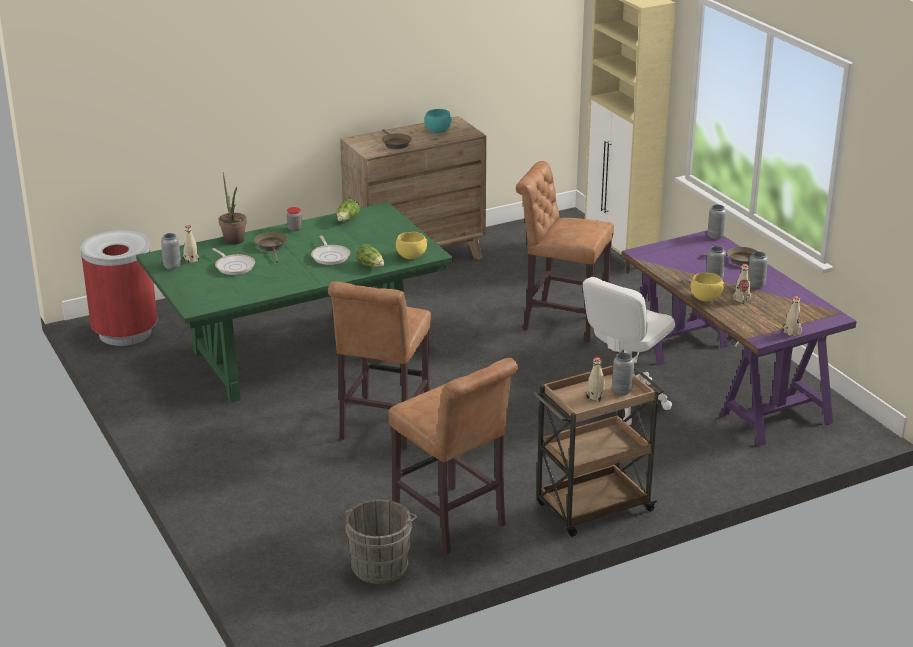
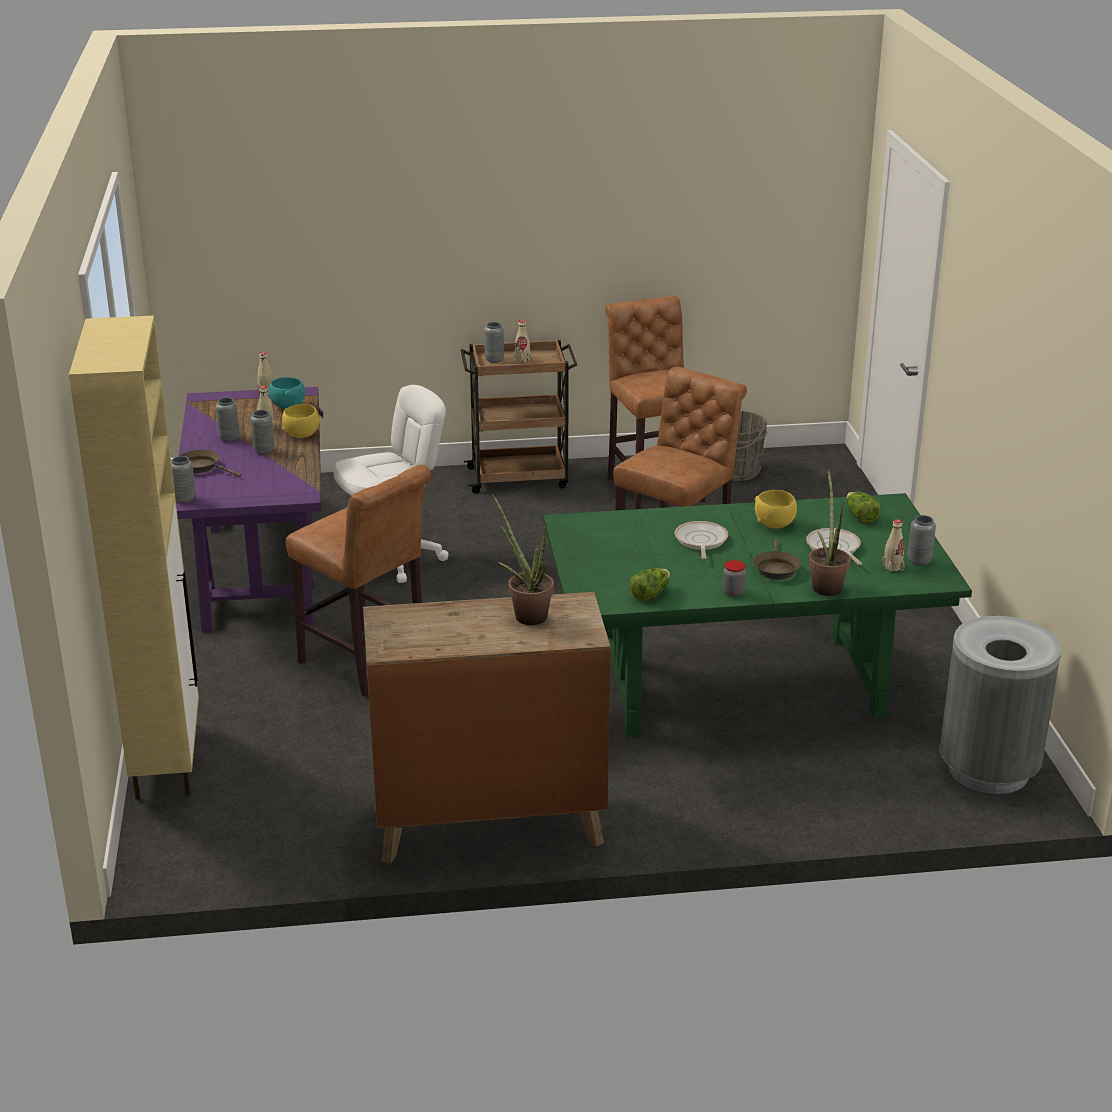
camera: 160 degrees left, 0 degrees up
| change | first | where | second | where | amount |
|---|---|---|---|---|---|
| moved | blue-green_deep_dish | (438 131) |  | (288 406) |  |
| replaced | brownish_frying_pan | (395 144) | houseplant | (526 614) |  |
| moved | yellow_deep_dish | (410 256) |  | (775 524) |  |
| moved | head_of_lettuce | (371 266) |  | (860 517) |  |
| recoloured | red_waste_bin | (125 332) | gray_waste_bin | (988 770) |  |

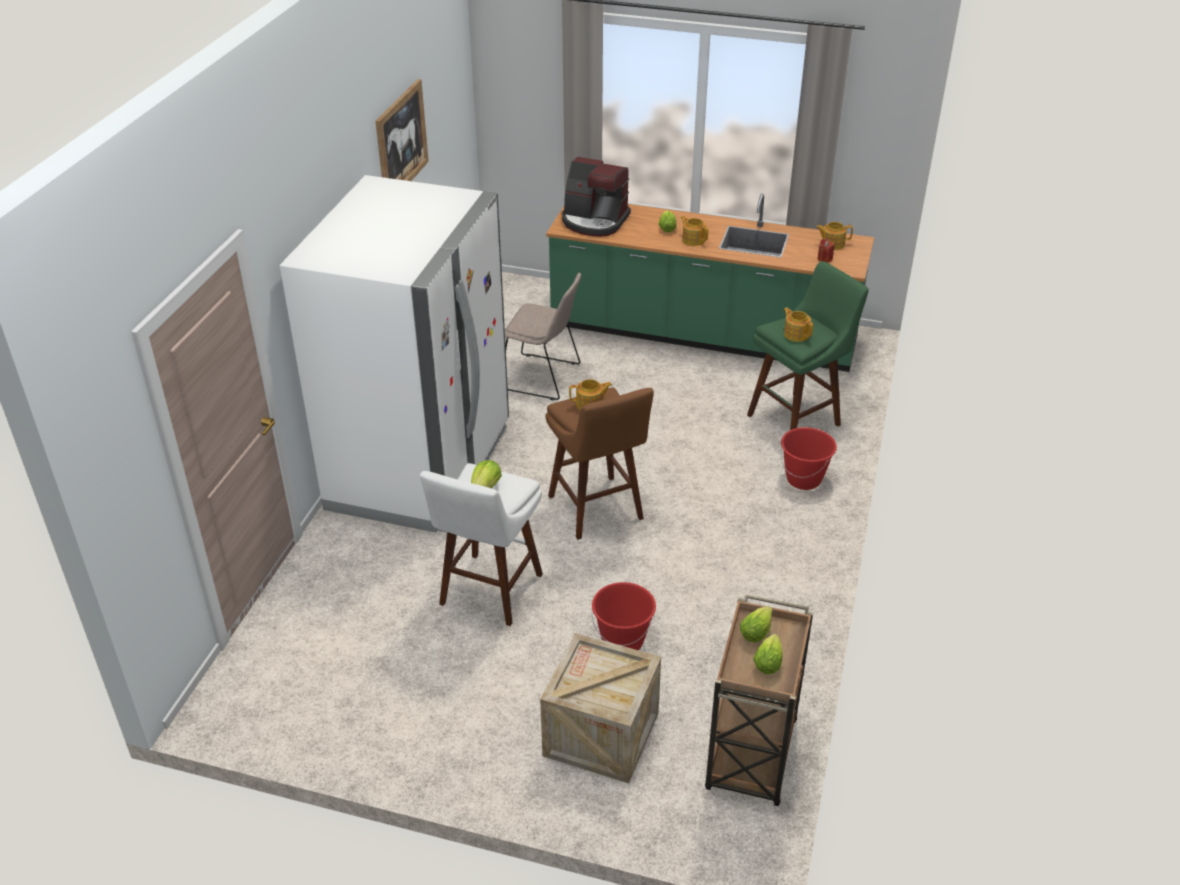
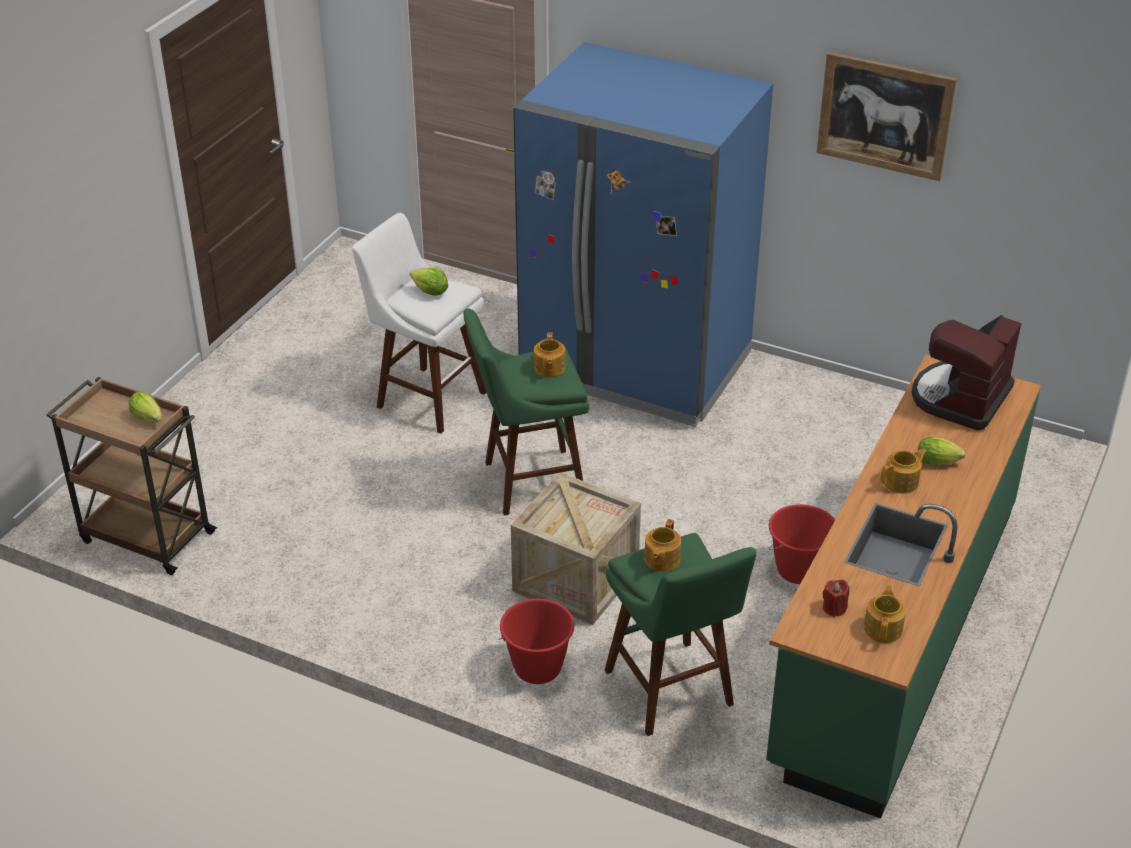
camera: 100 degrees right, 0 degrees up
| change | first | where | second | where | amount |
|---|---|---|---|---|---|
| recoloured | brownish_sitting_stool | (598 511) | greenish_sitting_stool | (527 482) |  |
| moved | packing_crate | (601 734) |  | (575 580) |  |
| recoloured | whitish_kitchen_fridge | (421 467) | blue-coloured_kitchen_fridge | (636 366) |  |
| turned | pot_for_tea | (796 334) |  | (661 559) | 135 degrees clockwise |
| moved | red_water_bucket | (623 641) |  | (799 570) |  |
| removed | beige_plain_chair | (544 377) |  |  |  |
| removed | head_of_lettuce | (768 661) |  |  |  |

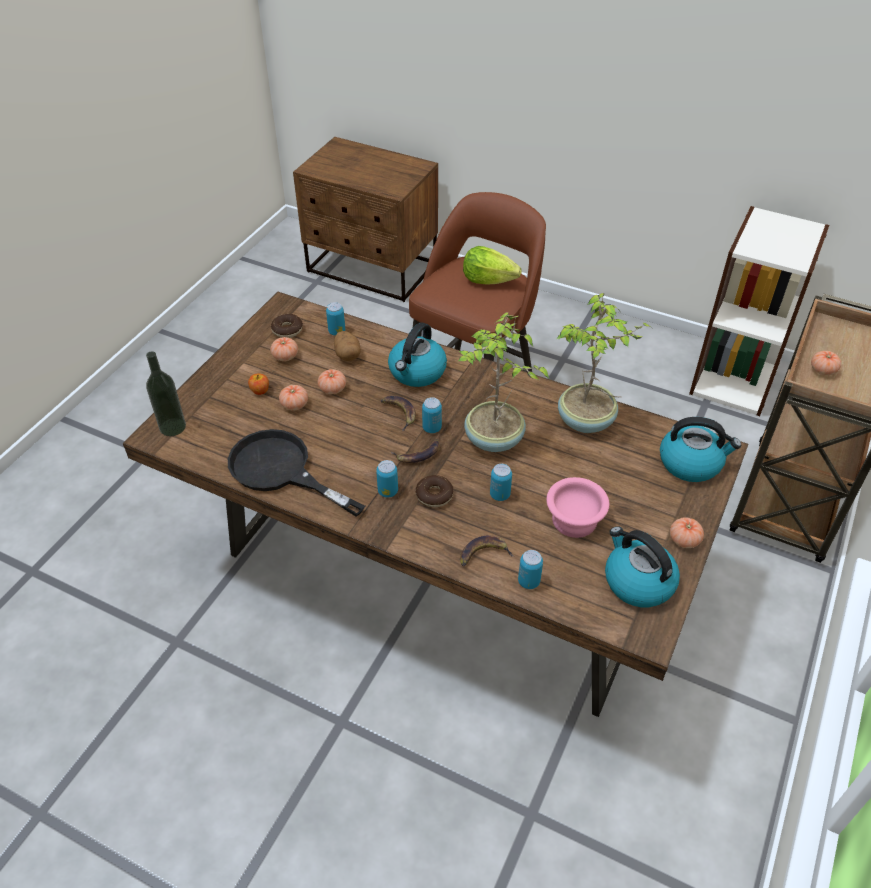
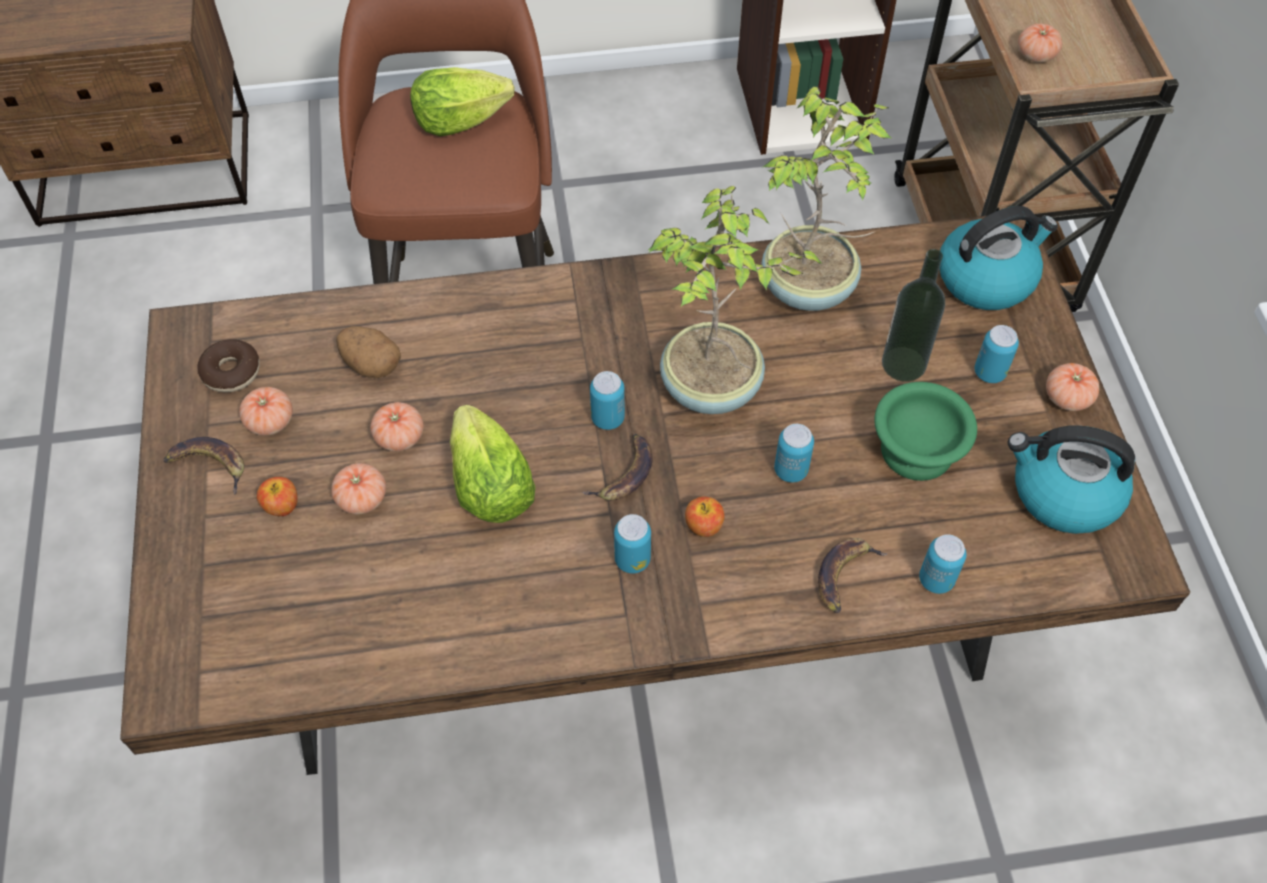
camera: 35 degrees left, 10 degrees up
| change | first | where | second | where | amount |
|---|---|---|---|---|---|
| moved | banana_fruit | (399 413) |  | (208 465) |  |
| added |  |  | head_of_lettuce | (490 487) |  |
| replaced | donut | (434 495) | whole_apple | (703 526) |  |
| recoloured | pink-coloured_deep_dish | (574 522) | greenish_deep_dish | (918 453) |  |
| moved | drink_bottle | (172 427) |  | (903 364) |  |
| moved | metal_can | (337 331) |  | (989 372) |  |
| removed | blackish_frying_pan | (281 471) |  |  |  |
| removed | tea_kettle | (417 372) |  |  |  |

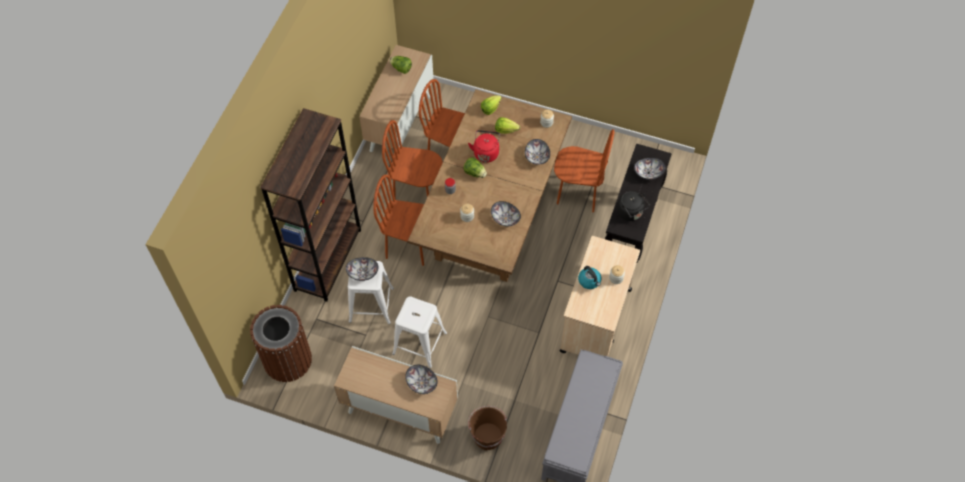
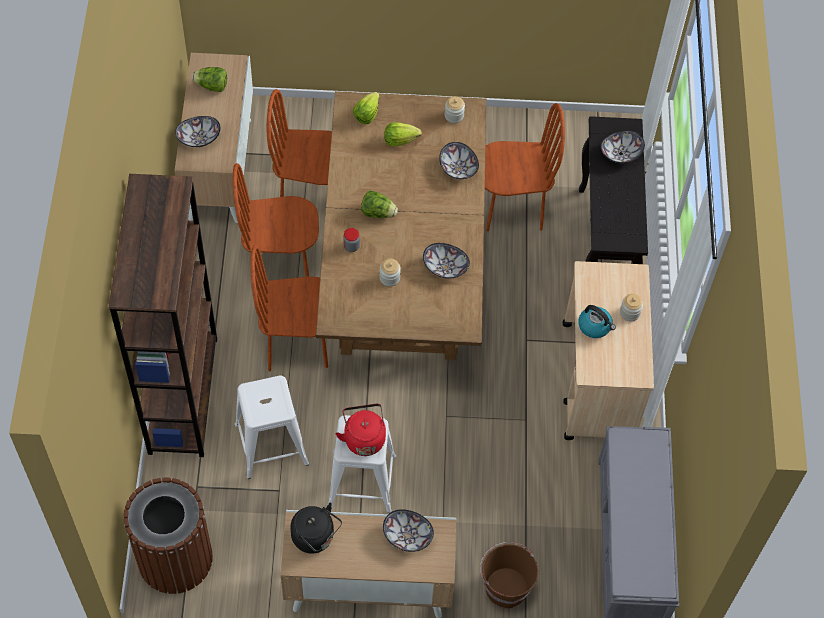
camera: 20 degrees left, 0 degrees up
| change | first | where | second | where | amount |
|---|---|---|---|---|---|
| moved | deep_dish | (363 272) |  | (199 138) |  |
| moved | blackish_tea_kettle | (631 213) |  | (315 537) |  |
| moved | red_tea_kettle | (486 152) |  | (363 437) |  |

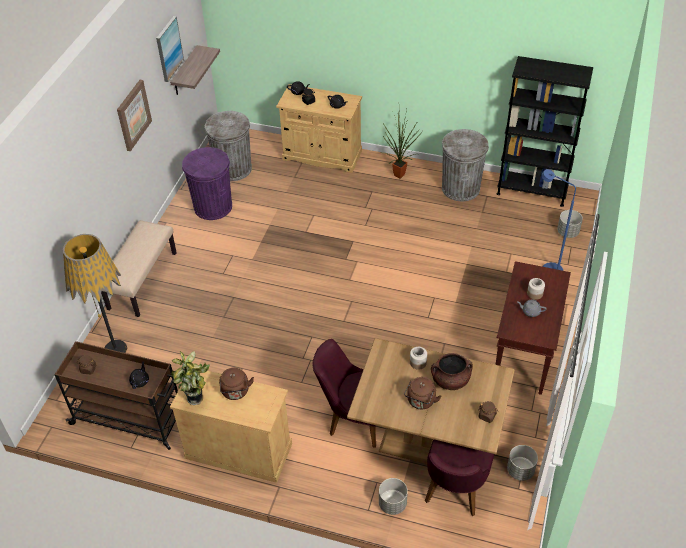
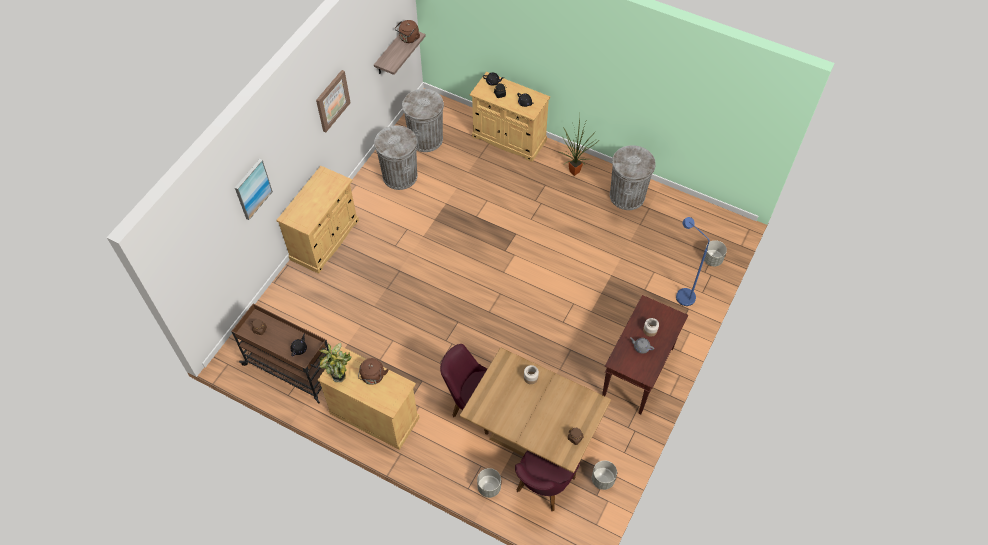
camera: 10 degrees right, 10 degrees up
| change | first | where | second | where | amount |
|---|---|---|---|---|---|
| moved | picture | (169 49) |  | (252 189) |  |
| replaced | beige_indoor_bench | (142 280) | beige_cabinet | (325 240) |  |
| recoloured | purple-coloured_waste_bin | (213 206) | gray_waste_bin | (400 176) |  |
| moved | brownish_tea_kettle | (420 402) |  | (408 39) |  |
| removed | floor_lamp | (115 349) |  |  |  |
| removed | brownish_stockpot | (450 380) |  |  |  |
| removed | blackish_shelving_unit | (532 191) |  |  |  |

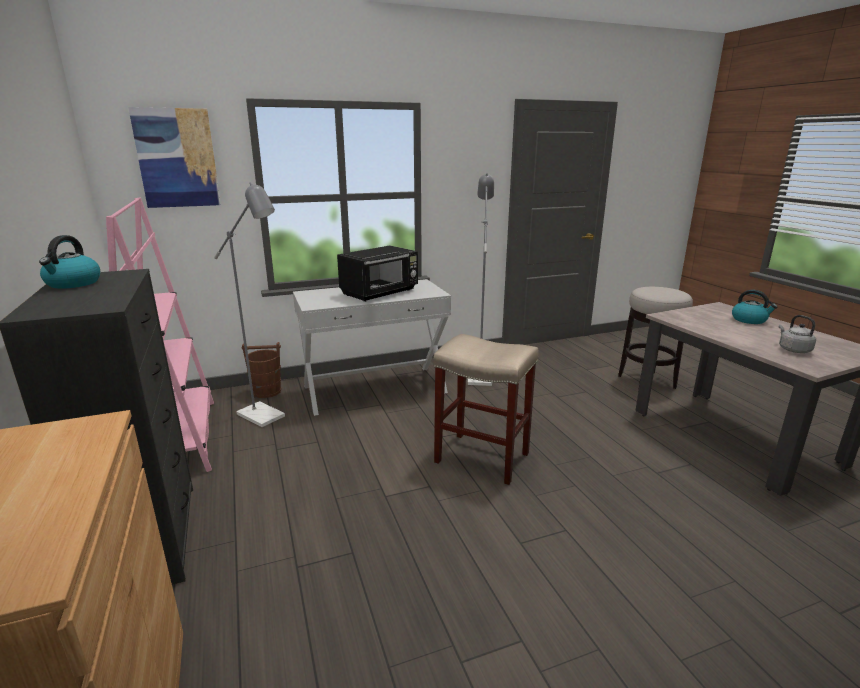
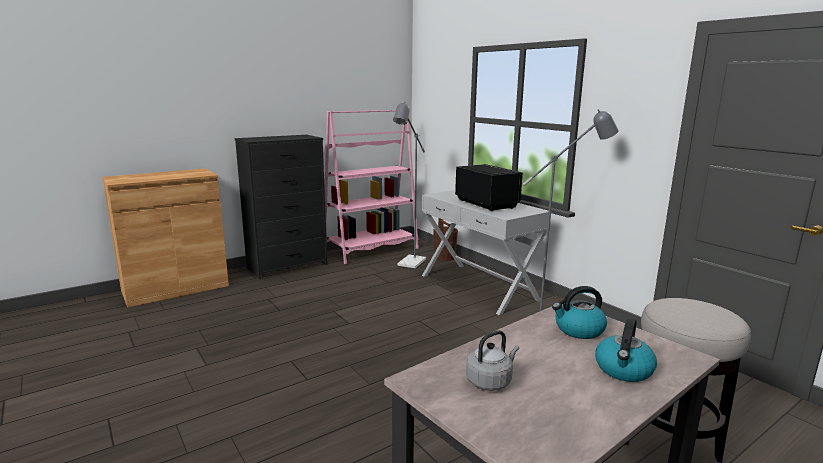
camera: 75 degrees right, 5 degrees down
| change | first | where | second | where | amount |
|---|---|---|---|---|---|
| turned | blackish_microwave | (380 292) |  | (486 204) | 150 degrees counterclockwise |
| moved | tea_kettle | (73 283) |  | (578 330) |  |
| removed | picture | (177 158) |  |  |  |
| removed | beige_sitting_stool | (480 458) |  |  |  |

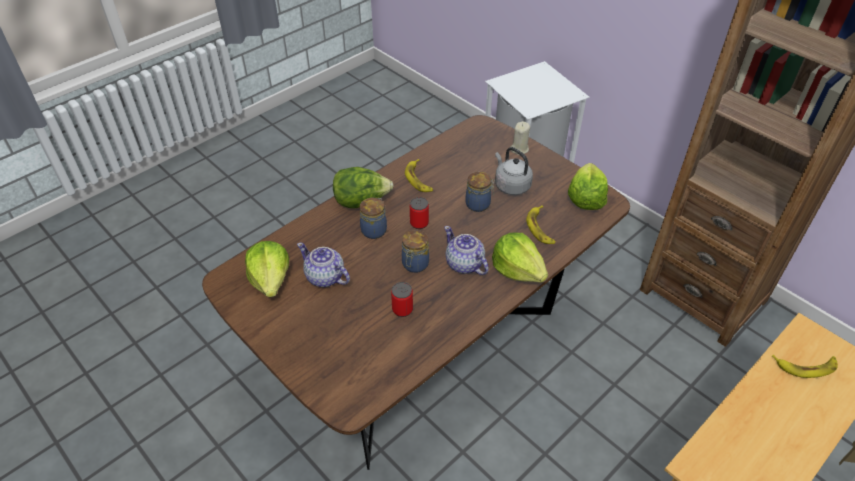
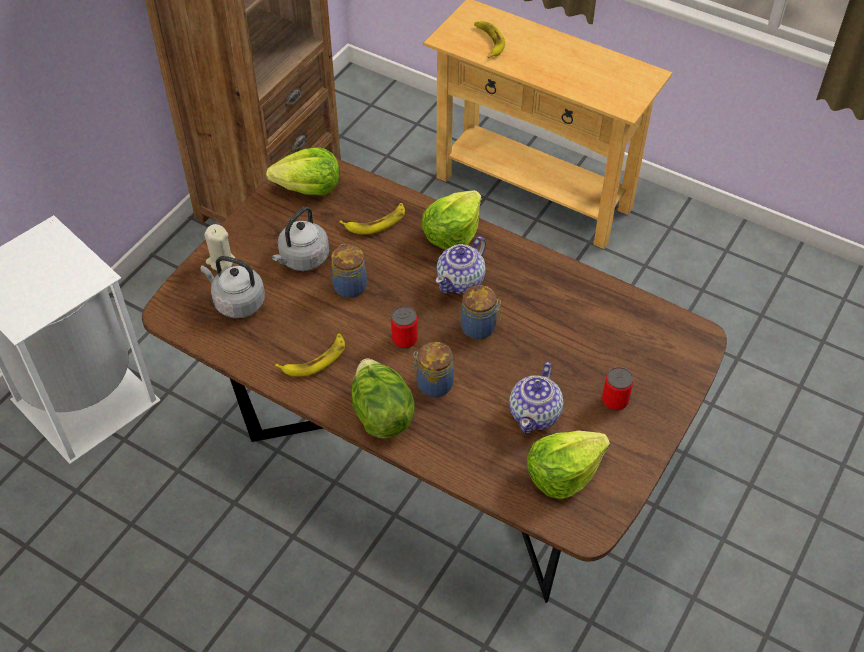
camera: 105 degrees left, 5 degrees up
| change | first | where | second | where | amount |
|---|---|---|---|---|---|
| added |  |  | gray_tea_kettle | (237 302) |  |
| moved | metal_can | (402 309) |  | (614 401) |  |

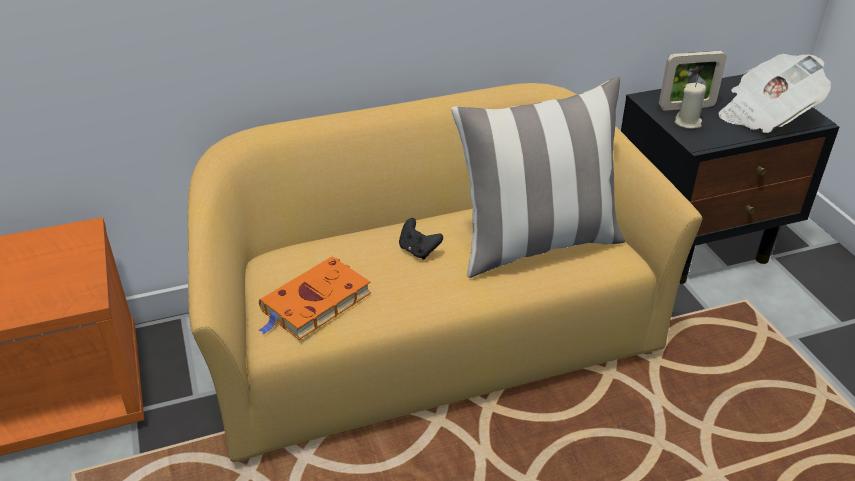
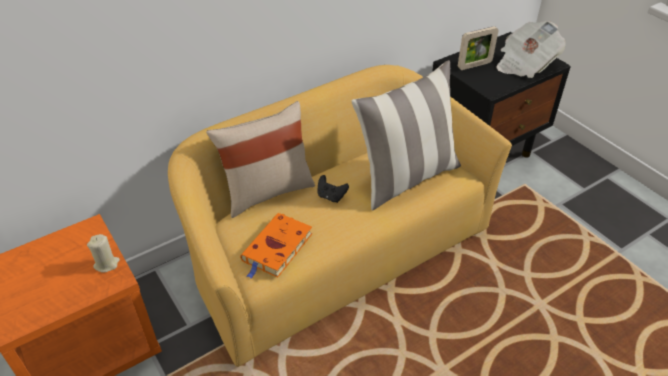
camera: 15 degrees left, 5 degrees up
| change | first | where | second | where | amount |
|---|---|---|---|---|---|
| moved | beige_candle | (688 123) |  | (106 264) |  |
| added |  |  | beige_throw_pillow | (267 191) |  |

